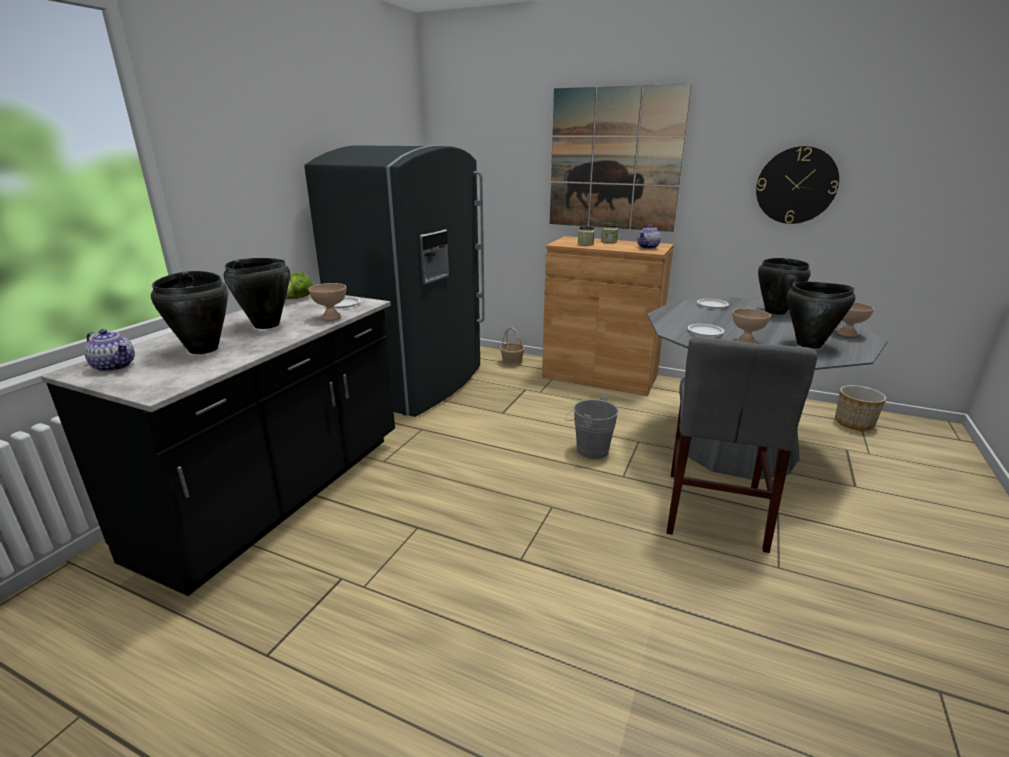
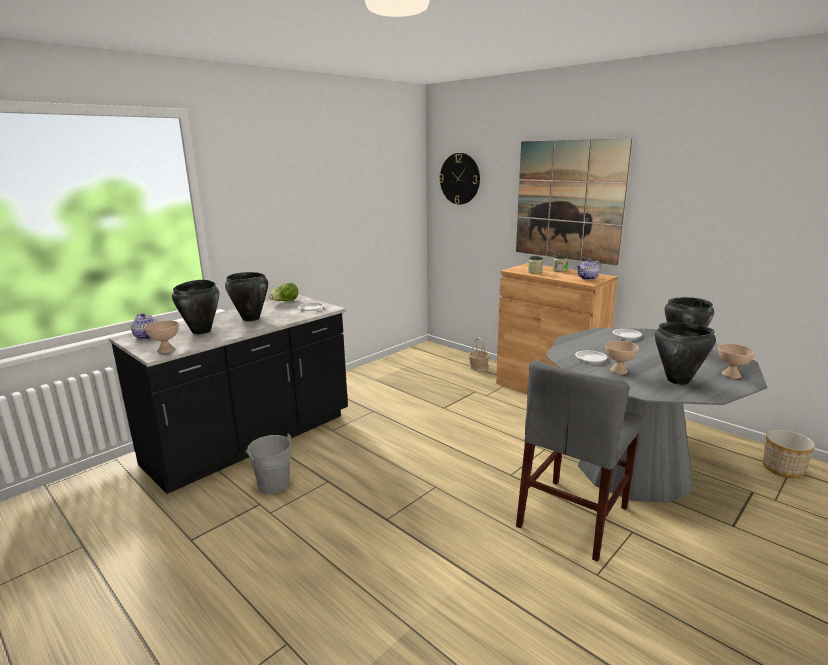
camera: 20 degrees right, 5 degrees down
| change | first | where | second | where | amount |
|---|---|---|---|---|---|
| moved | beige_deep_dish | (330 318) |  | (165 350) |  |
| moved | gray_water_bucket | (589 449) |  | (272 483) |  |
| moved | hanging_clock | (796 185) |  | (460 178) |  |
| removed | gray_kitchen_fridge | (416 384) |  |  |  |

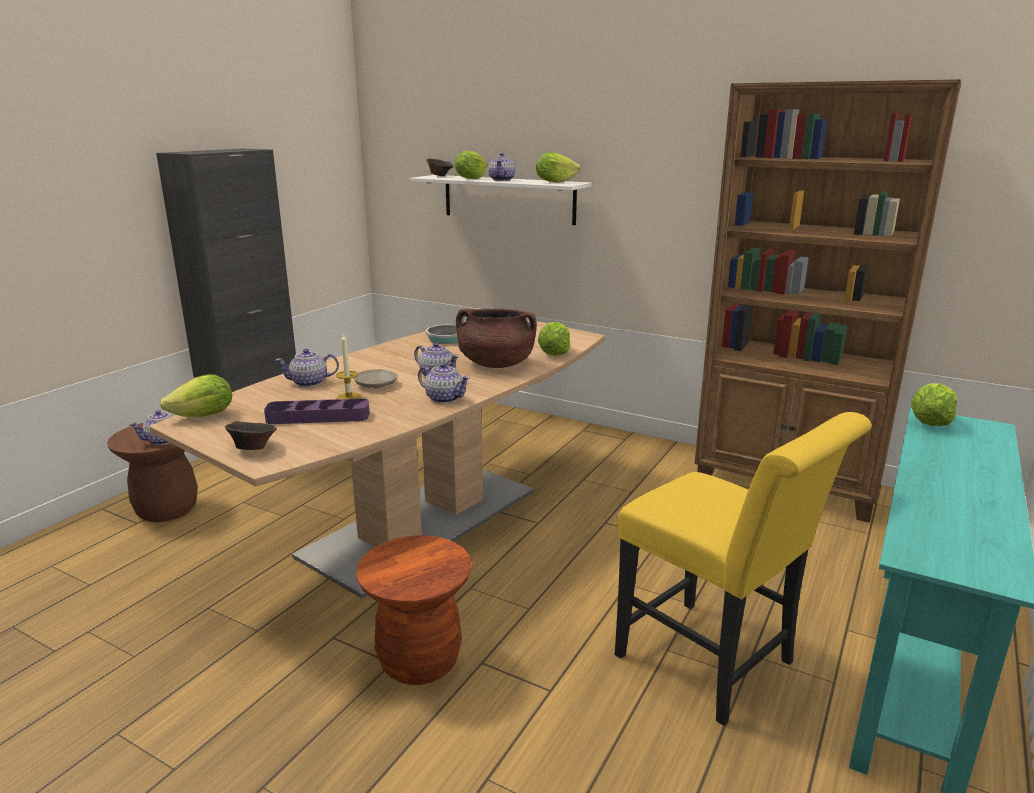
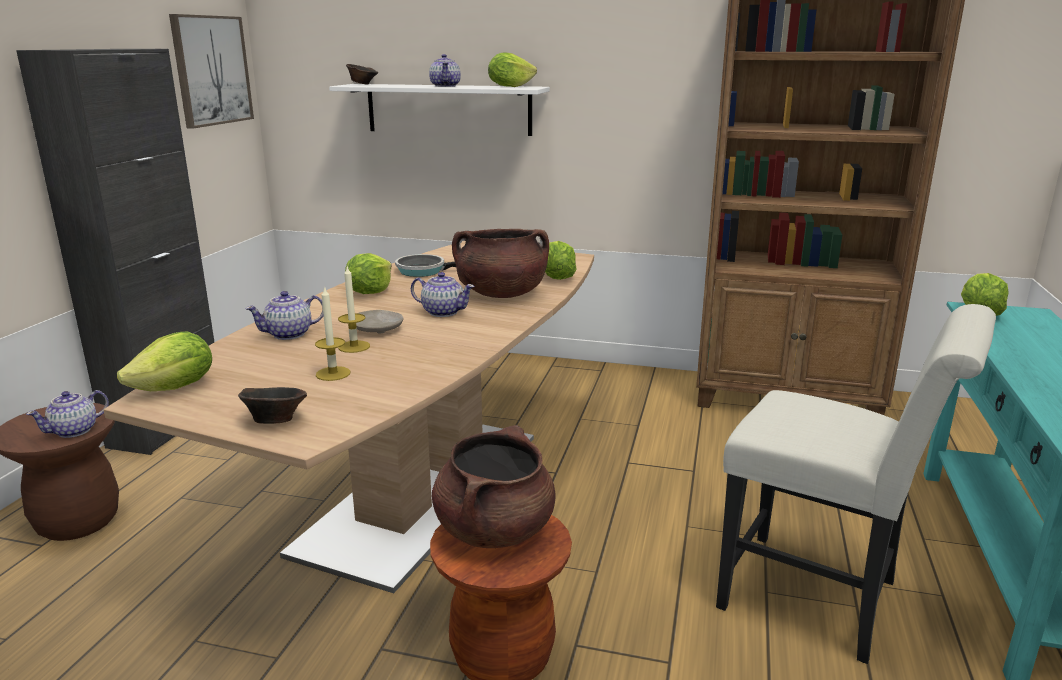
camera: 15 degrees left, 0 degrees up
| change | first | where | second | where | amount |
|---|---|---|---|---|---|
| added |  |  | picture | (211 70) |  |
| replaced | purple-coloured_carrying_tray | (318 417) | candle | (333 373) |  |
| moved | head_of_lettuce | (471 179) |  | (370 292) |  |
| added |  |  | brownish_stockpot | (494 530) |  |
| recoloured | yellow_plain_chair | (715 665) | whitish_plain_chair | (822 599) |  |
| removed | pot_for_tea | (444 398) |  |  |  |

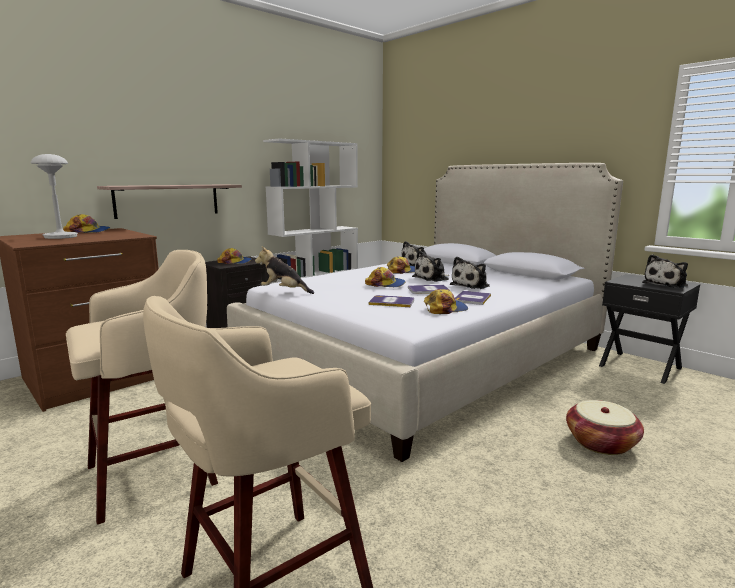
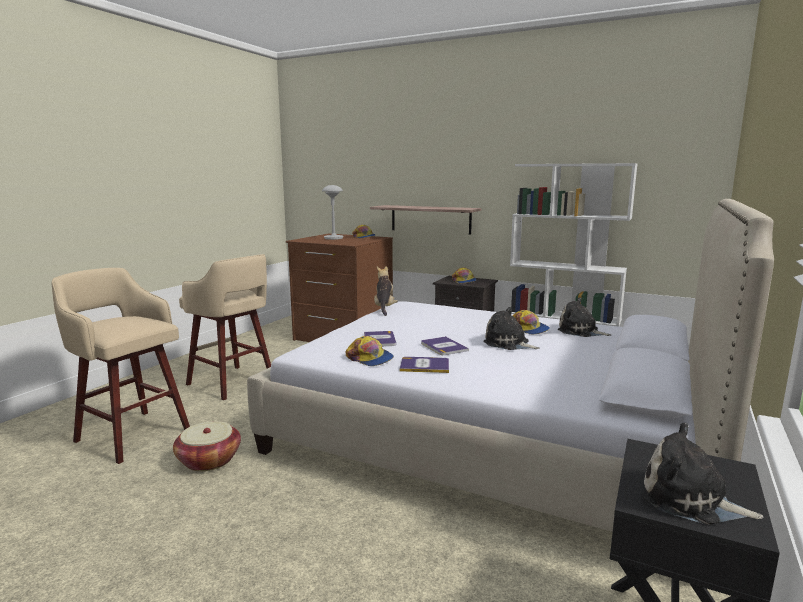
camera: 70 degrees right, 0 degrees up
| change | first | where | second | where | amount |
|---|---|---|---|---|---|
| moved | household_basket | (601 443) |  | (209 460) |  |
| removed | cap | (386 284) |  |  |  |
| removed | plush_toy | (471 285) |  |  |  |

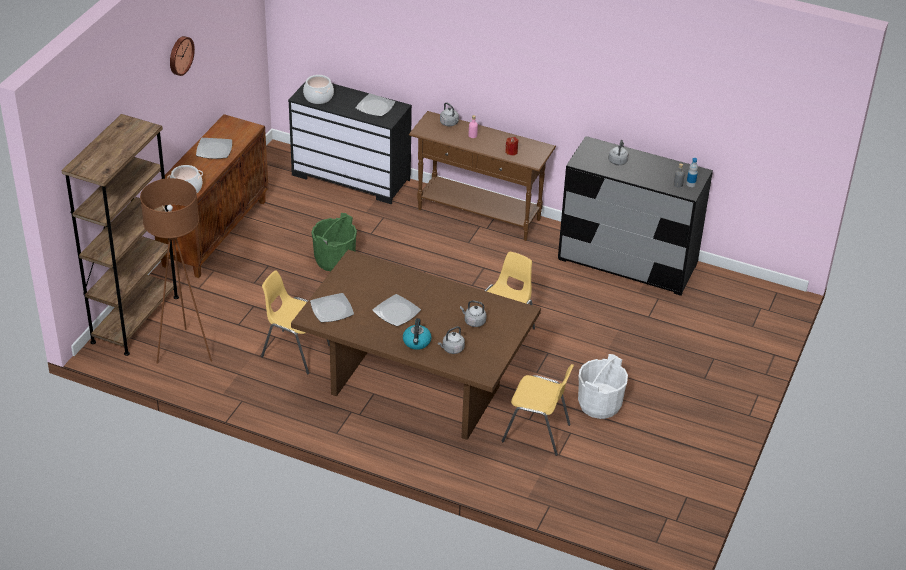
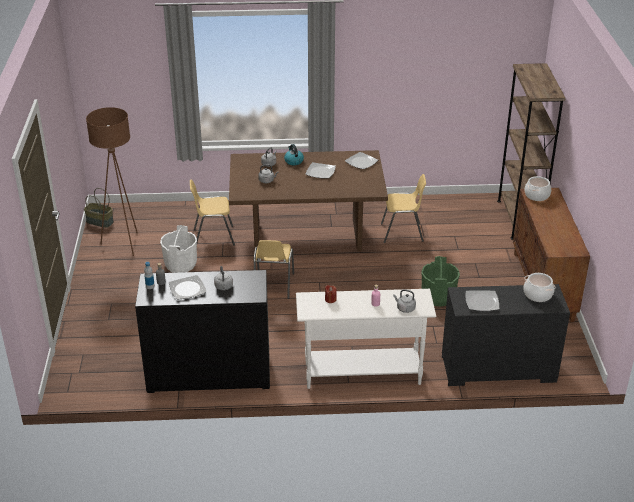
camera: 155 degrees right, 5 degrees down
| change | first | where | second | where | amount |
|---|---|---|---|---|---|
| added |  |  | household_basket | (99 222) |  |
| moved | brownish_floor_lamp | (185 350) |  | (123 244) |  |
| moved | plate | (214 149) |  | (188 289) |  |
| recoloured | brownish_hall_table | (479 215) | whitish_hall_table | (362 374) |  |
| removed | hanging_clock | (180 55) |  |  |  |

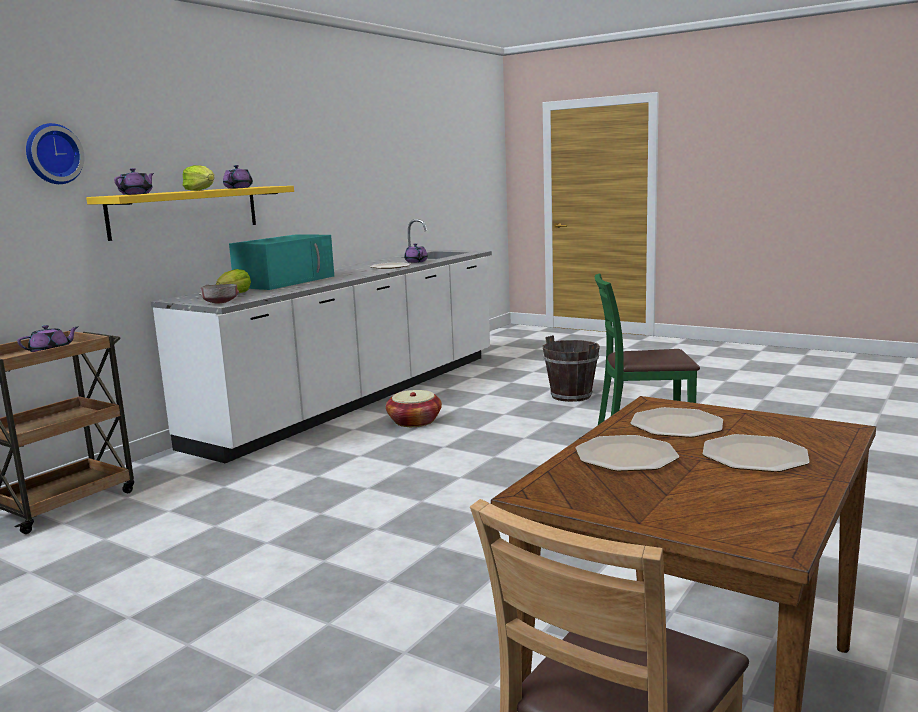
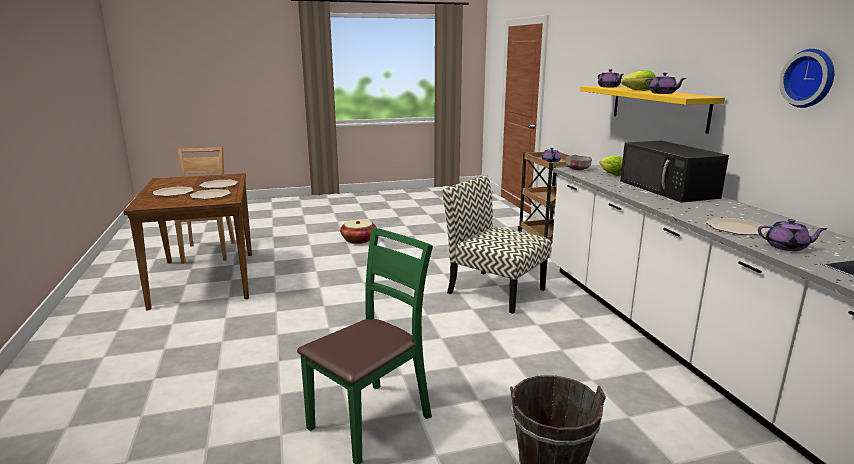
camera: 130 degrees right, 5 degrees up
| change | first | where | second | where | amount |
|---|---|---|---|---|---|
| moved | household_basket | (414 422) |  | (358 240) |  |
| added |  |  | plain_chair | (494 291) |  |
| recoloured | blue-green_microwave | (286 281) | blackish_microwave | (669 189) |  |
| moved | hanging_clock | (52 154) |  | (810 78) |  |

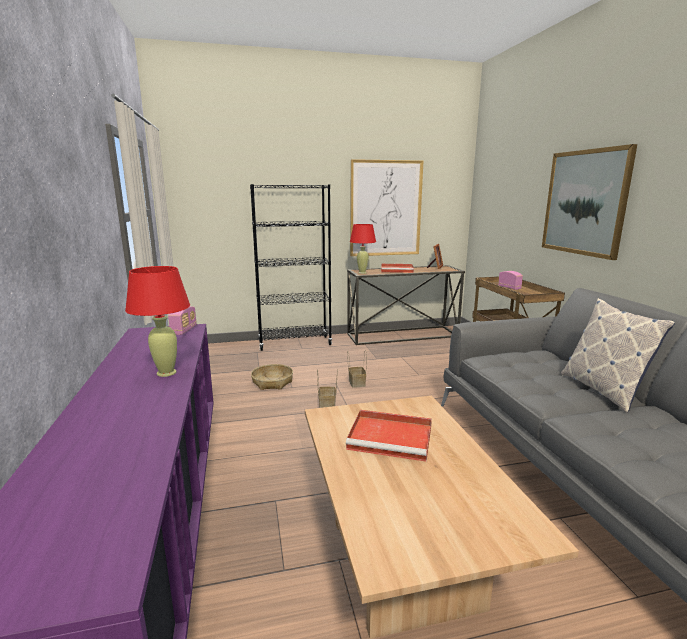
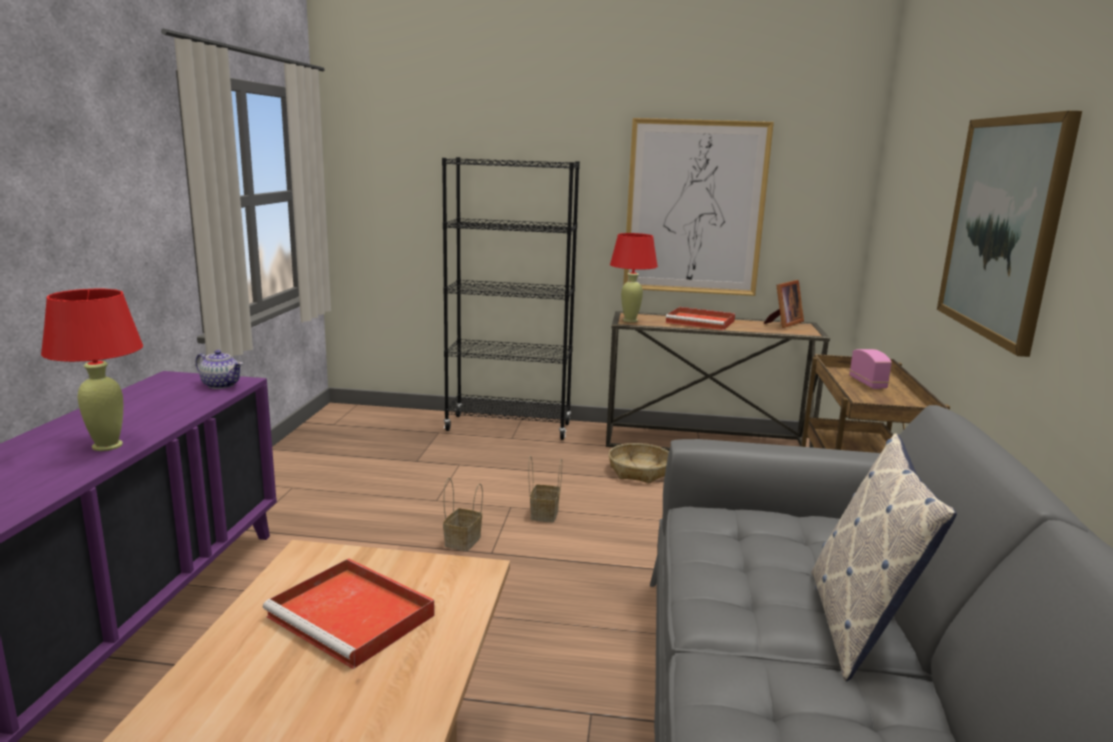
camera: 20 degrees right, 0 degrees up
| change | first | where | second | where | amount |
|---|---|---|---|---|---|
| replaced | radio_set | (184 330) | pot_for_tea | (222 385) |  |
| moved | household_basket | (272 382) |  | (639 471) |  |

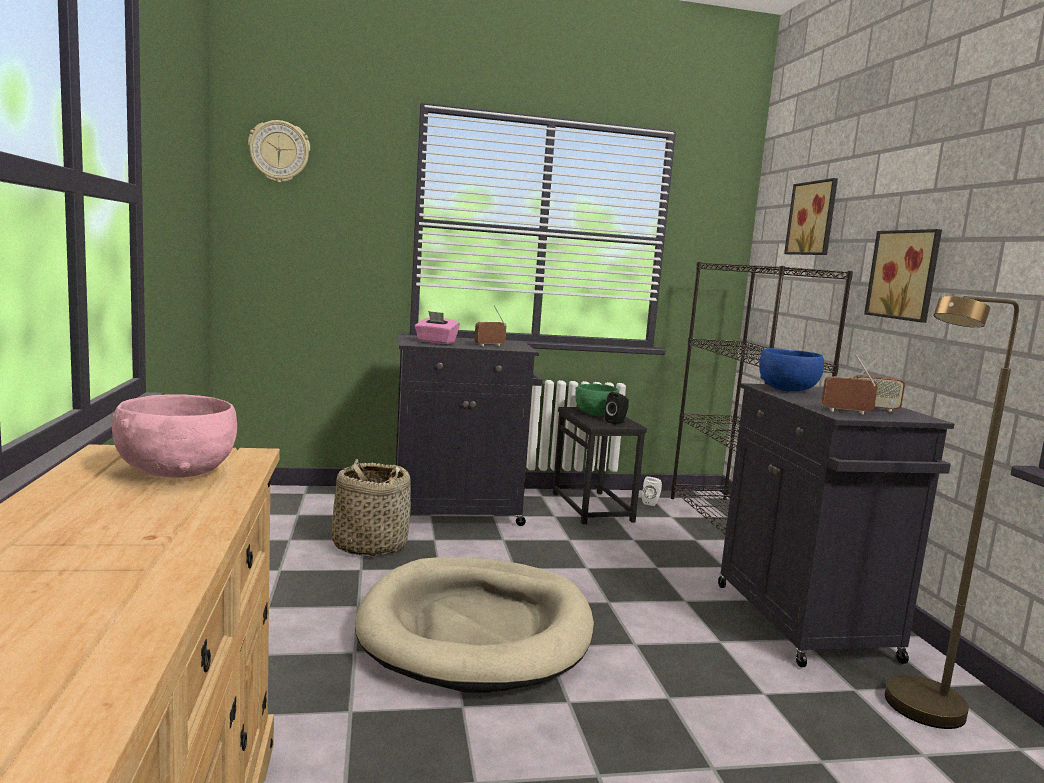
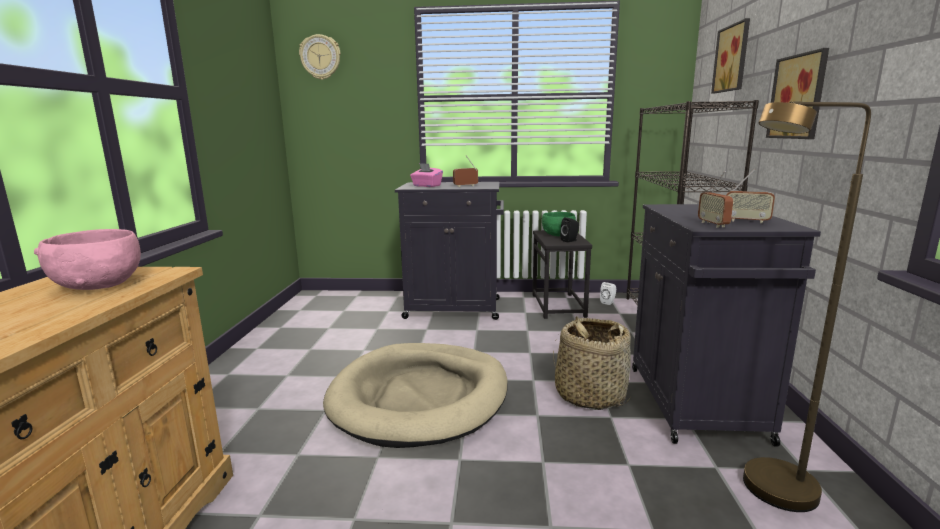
camera: 15 degrees right, 5 degrees up
| change | first | where | second | where | amount |
|---|---|---|---|---|---|
| moved | household_basket | (369 545) |  | (589 395) |  |
| turned | radio_set | (846 412) |  | (713 224) | 120 degrees counterclockwise |
| removed | blue-coloured_deep_dish | (788 389) |  |  |  |

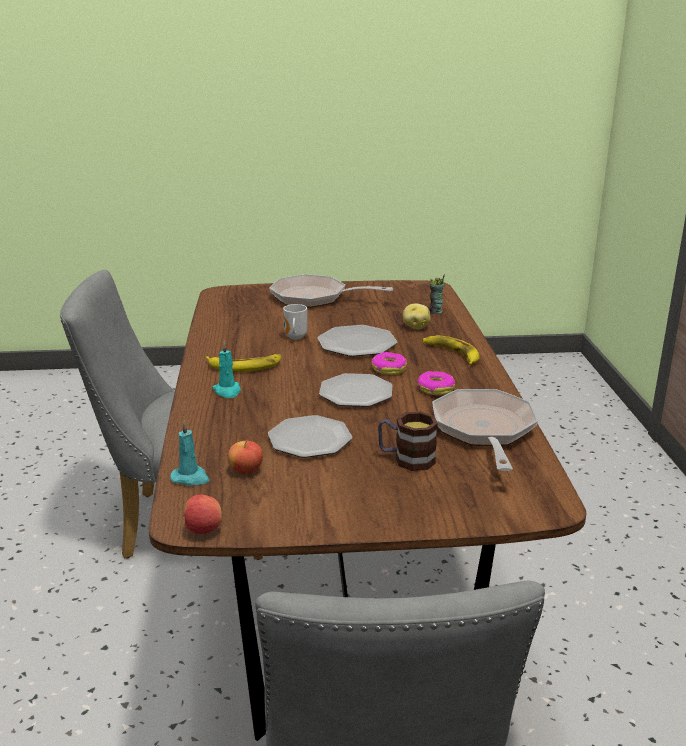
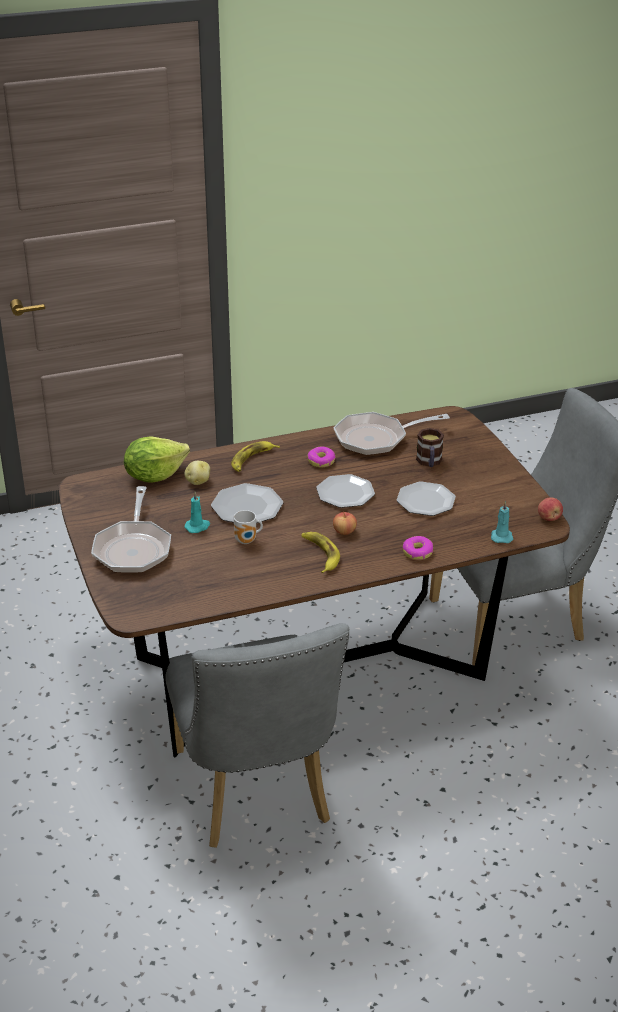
camera: 105 degrees left, 10 degrees up
| change | first | where | second | where | amount |
|---|---|---|---|---|---|
| replaced | small_cup | (435 312) | head_of_lettuce | (154 475) |  |
| moved | blue-green_candle | (227 391) |  | (198 527) |  |
| moved | whole_apple | (246 470) |  | (344 531) |  |
| moved | donut | (389 369) |  | (417 552) |  |

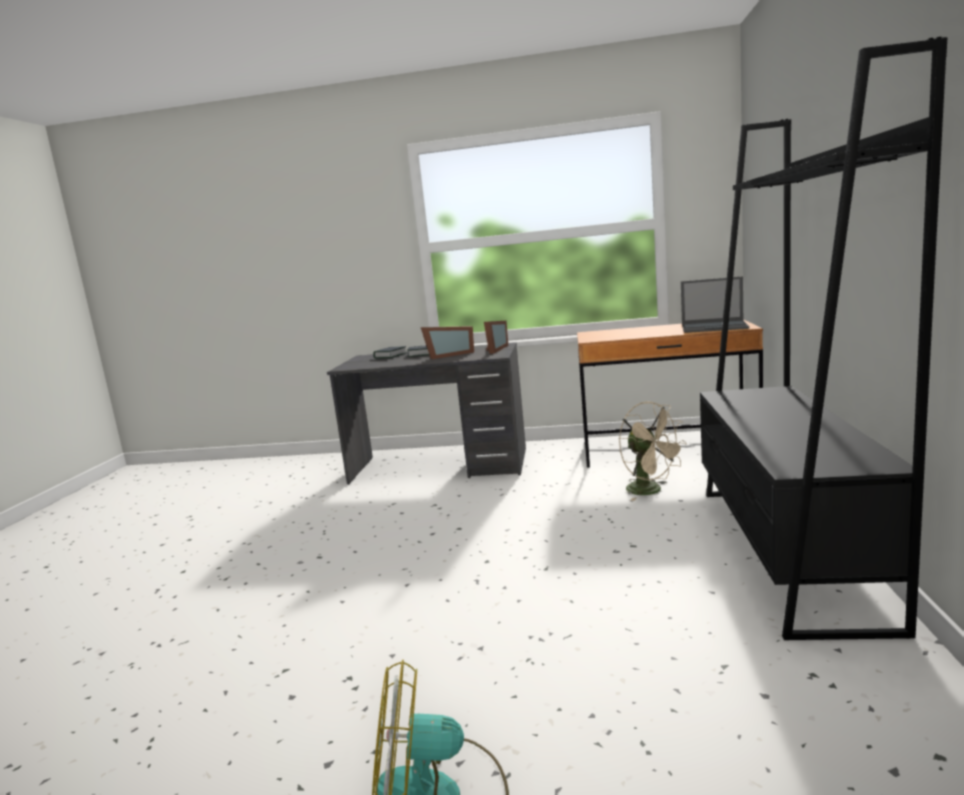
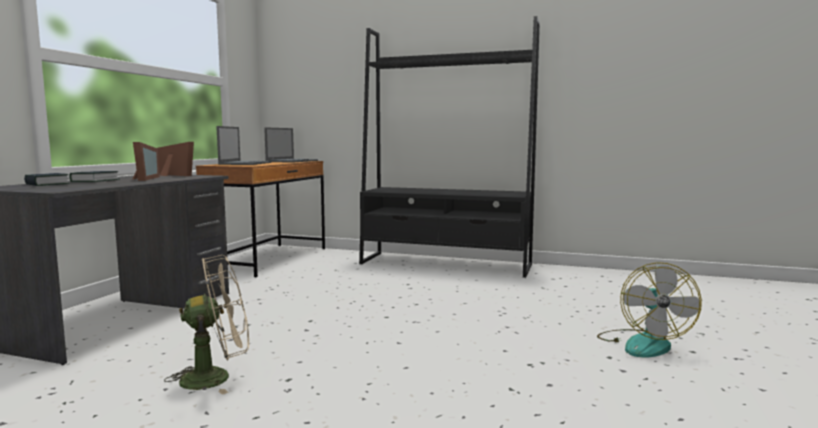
camera: 80 degrees left, 5 degrees down
| change | first | where | second | where | amount |
|---|---|---|---|---|---|
| moved | beige_electric_fan | (651 491) |  | (216 377) |  |
| added |  |  | portable_computer | (245 163) |  |

